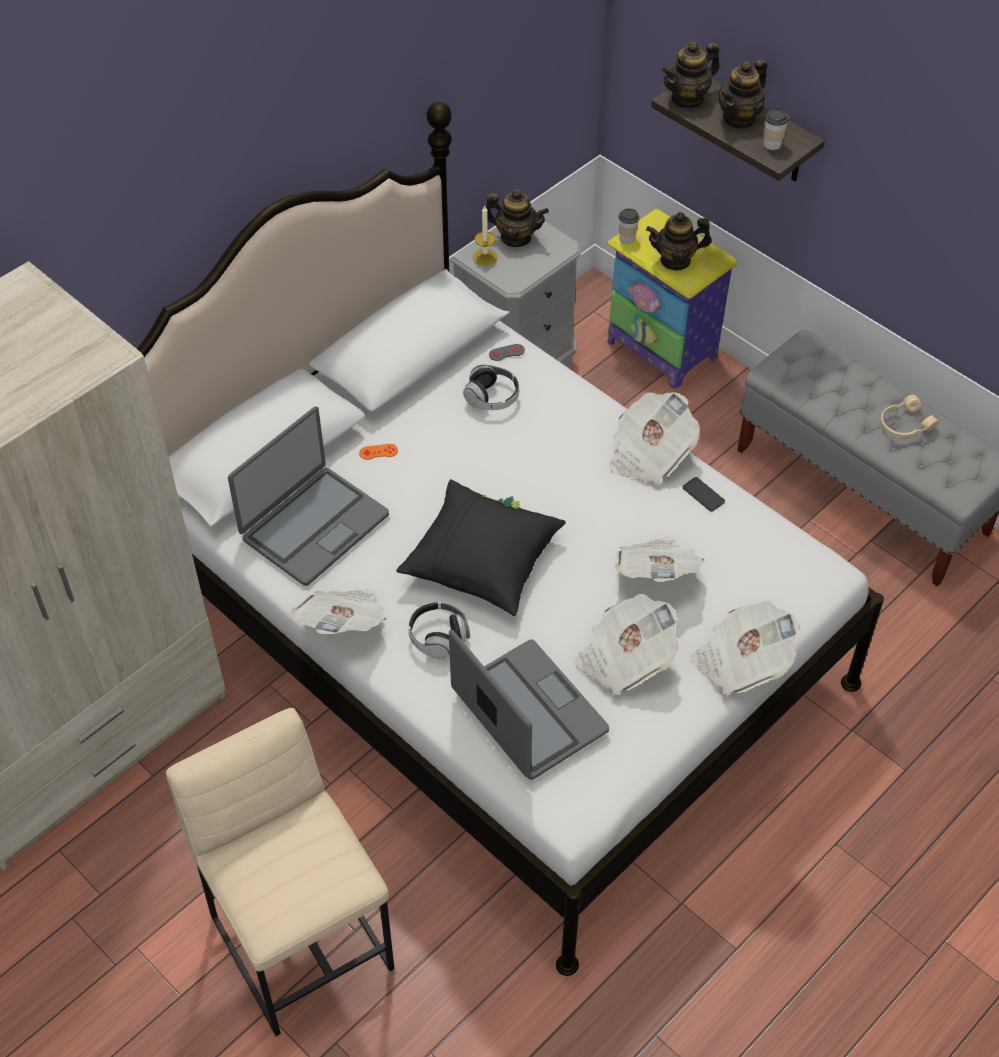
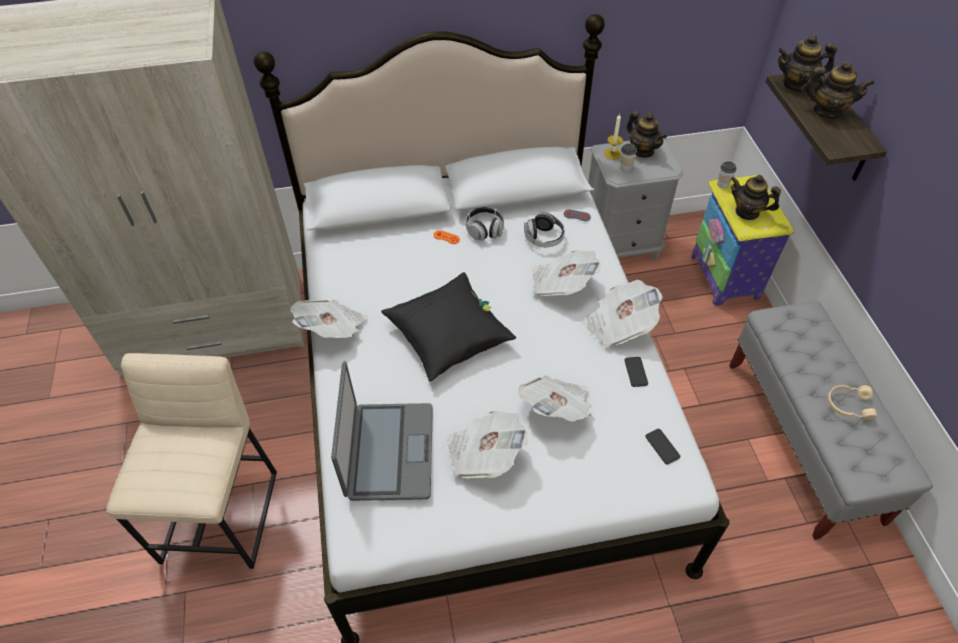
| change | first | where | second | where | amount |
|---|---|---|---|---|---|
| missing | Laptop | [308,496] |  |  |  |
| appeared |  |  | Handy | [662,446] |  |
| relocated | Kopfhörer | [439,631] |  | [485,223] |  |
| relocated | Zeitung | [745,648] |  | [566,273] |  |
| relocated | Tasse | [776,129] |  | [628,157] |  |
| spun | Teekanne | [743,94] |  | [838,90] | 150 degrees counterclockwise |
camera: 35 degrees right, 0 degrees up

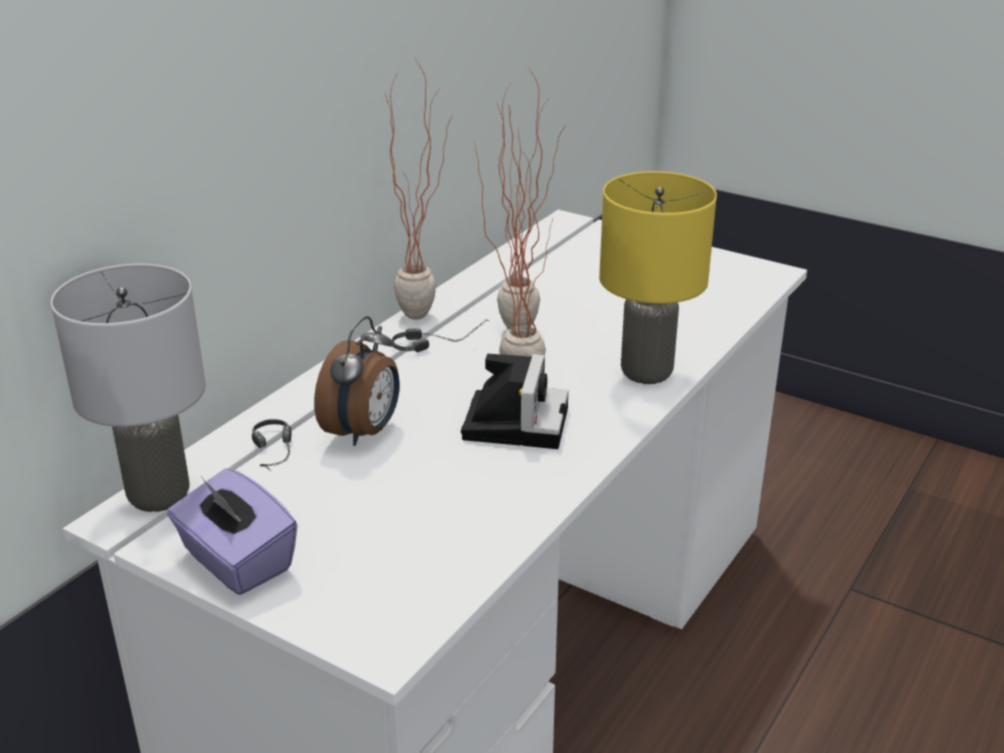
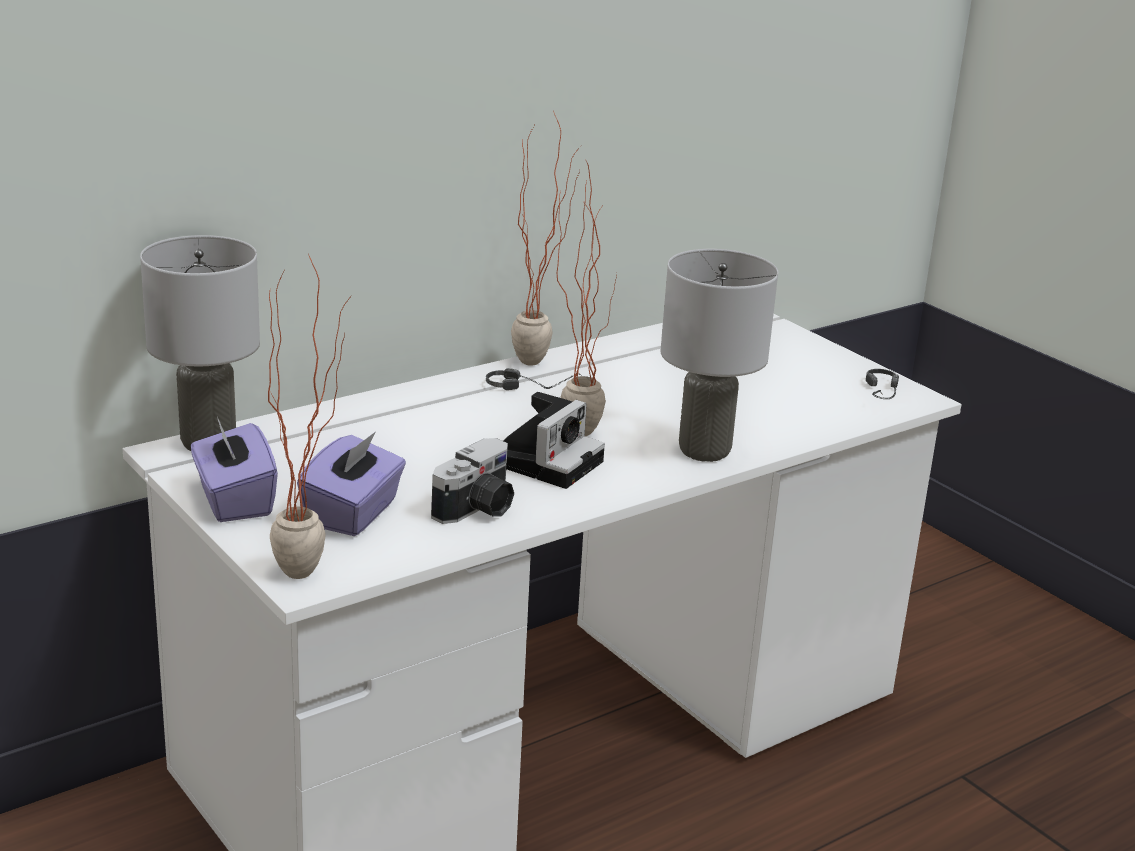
| change | first | where | second | where | amount |
|---|---|---|---|---|---|
| missing | Wecker | [357,381] |  |  |  |
| appeared |  |  | Taschentuchbox [lila] | [351,484] |  |
| appeared |  |  | Kamera | [472,481] |  |
| relocated | Kopfhörer | [272,445] |  | [882,384] |  |
| relocated | Topfpflanze | [531,198] |  | [310,416] |  |
| colour | Tischlampe [gelb] | [658,277] | Tischlampe [weiß] | [719,355] |  |
camera: 20 degrees right, 5 degrees down

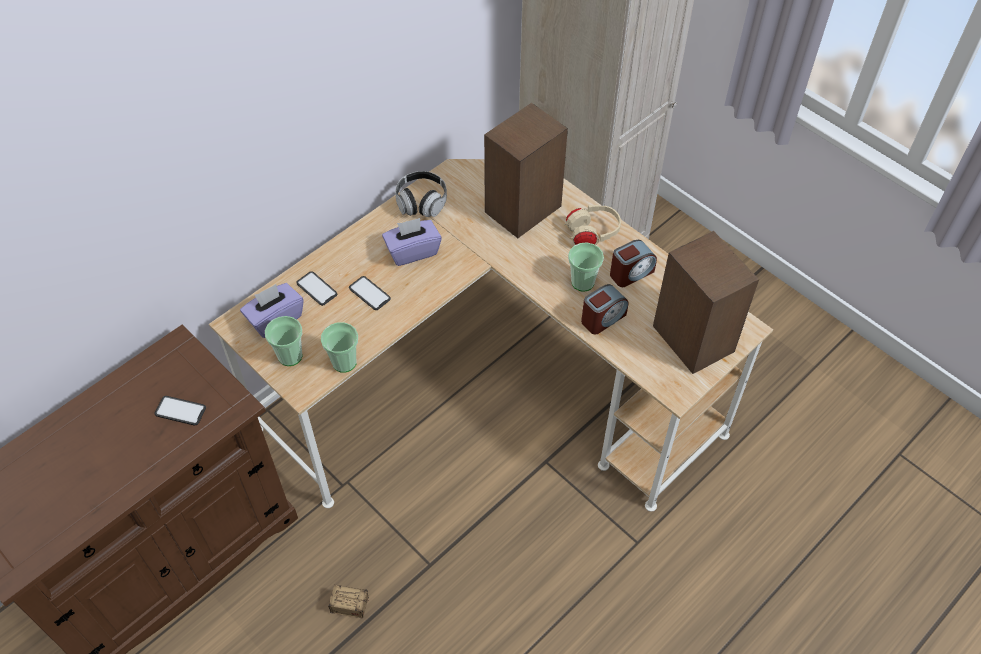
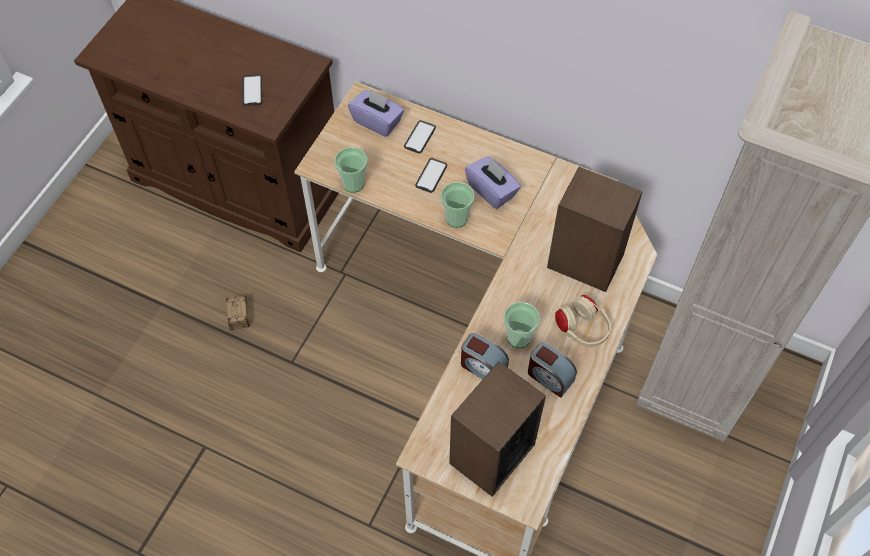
| change | first | where | second | where | amount |
|---|---|---|---|---|---|
| missing | Kopfhörer | [421,194] |  |  |  |
| relocated | Tasse | [283,341] |  | [458,205] |  |
camera: 70 degrees right, 5 degrees up

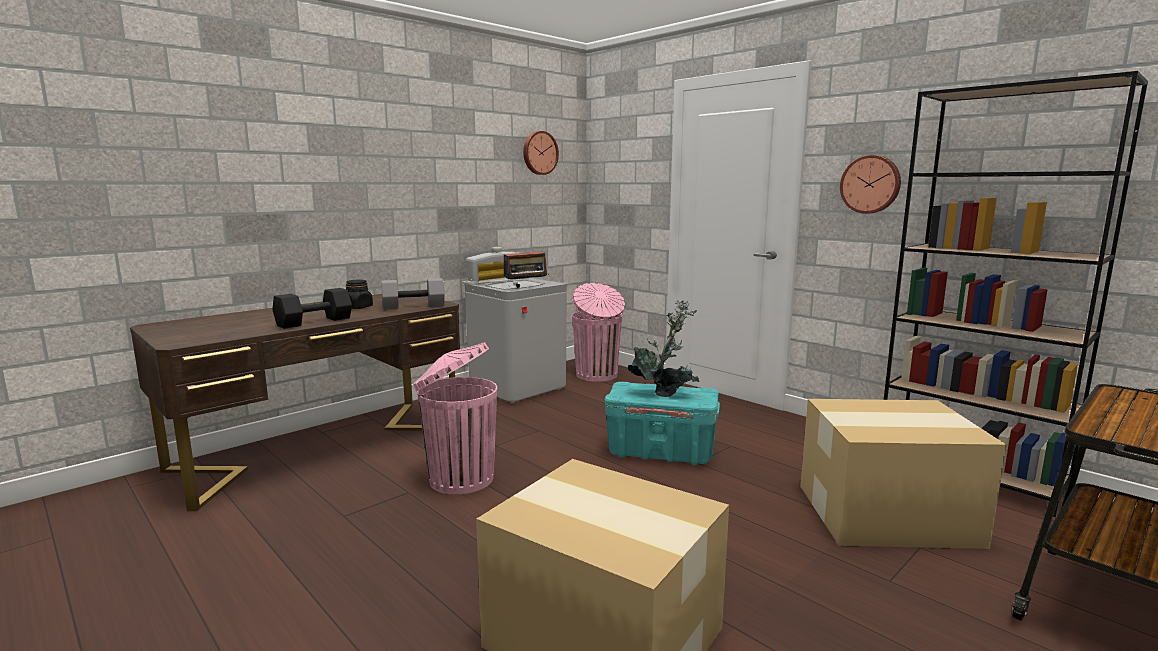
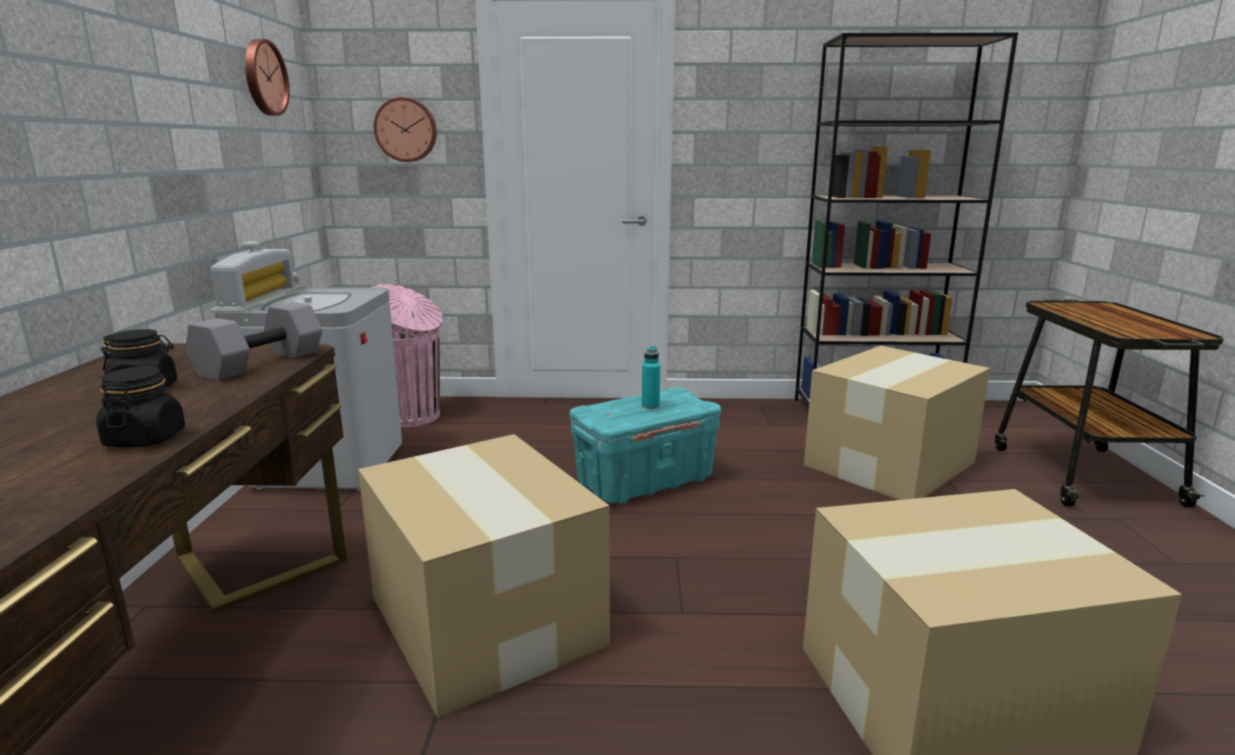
| change | first | where | second | where | amount |
|---|---|---|---|---|---|
| missing | Radio | [524,269] |  |  |  |
| relocated | Wanduhr | [870,184] |  | [405,129] |  |
| exchanged | Hantel [schwarz] | [312,308] | Vorratsglas [schwarz] | [140,406] |  |
| exchanged | Mülleimer [rosa] | [455,418] | Karton | [484,576] |  |
| exchanged | Topfpflanze | [664,348] | Flasche [türkis] | [651,377] |  |
camera: 45 degrees left, 5 degrees up

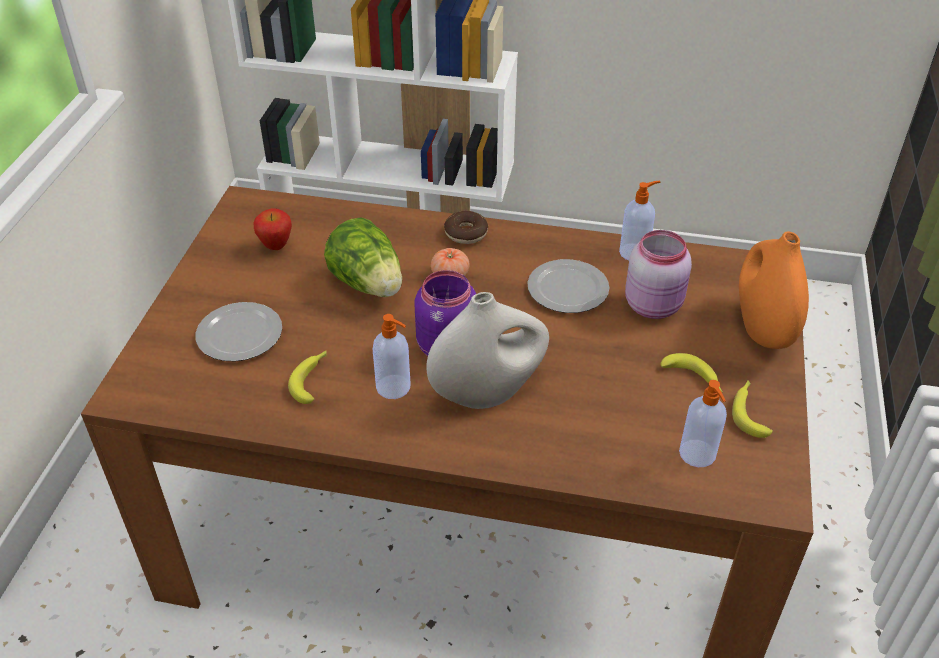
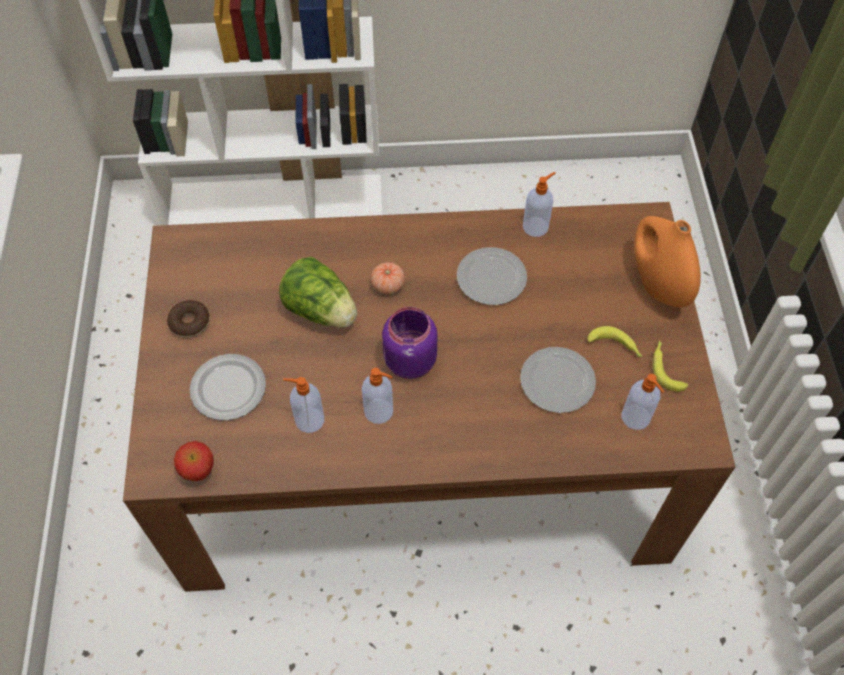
| change | first | where | second | where | amount |
|---|---|---|---|---|---|
| missing | Vase [weiß] | [487,350] |  |  |  |
| missing | Vorratsglas [rosa] | [658,274] |  |  |  |
| appeared |  |  | Teller | [558,380] |  |
| relocated | Apfel | [272,229] |  | [194,461] |  |
| relocated | Donut | [466,227] |  | [188,319] |  |
| exchanged | Banane | [307,377] | Seifenspender | [303,405] |  |
camera: 15 degrees left, 15 degrees up

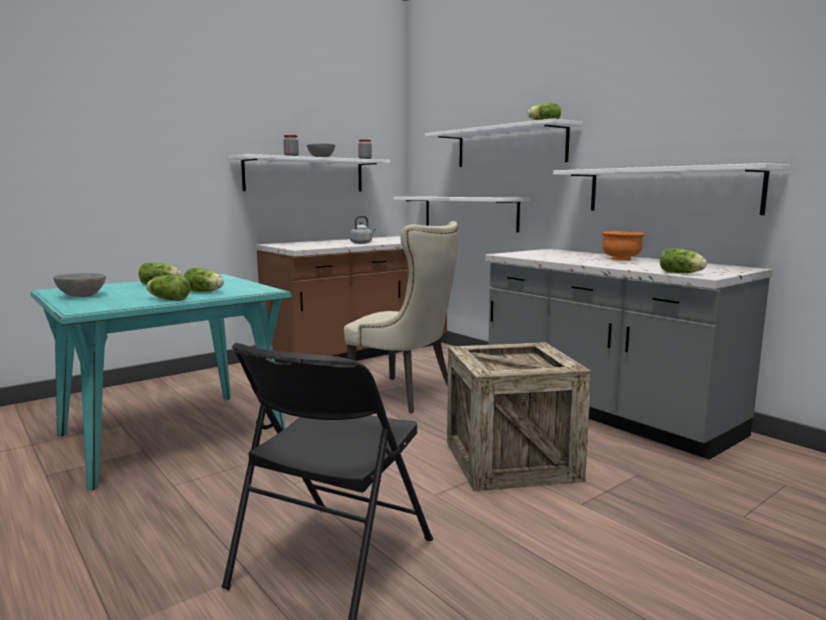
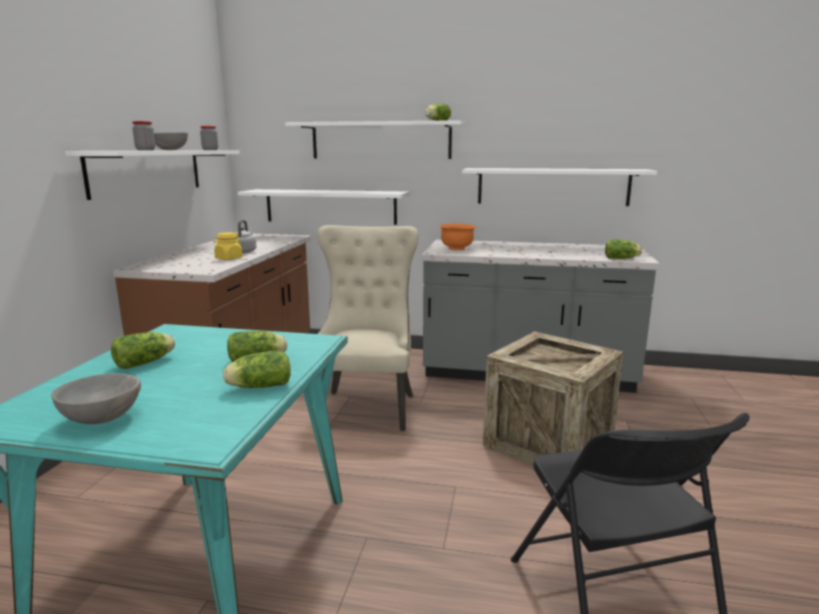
| change | first | where | second | where | amount |
|---|---|---|---|---|---|
| appeared |  |  | Vorratsglas [gelb] | [228,246] |  |
| relocated | Schüssel [orange] | [623,246] |  | [457,237] |  |
| spun | Stuhl [beige] | [401,317] |  | [367,328] | 75 degrees counterclockwise |
camera: 40 degrees left, 5 degrees up

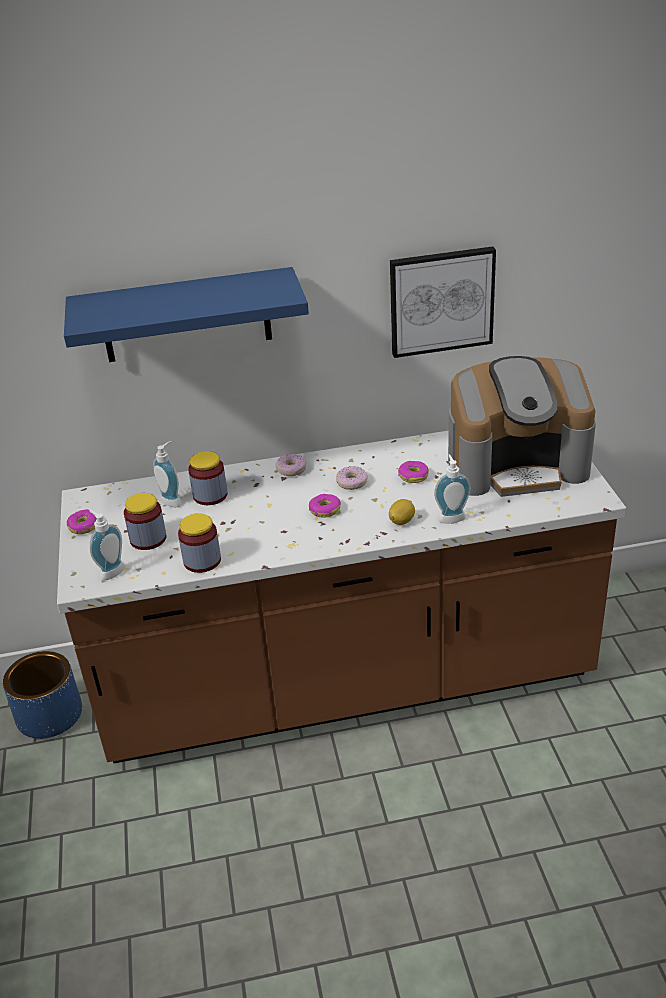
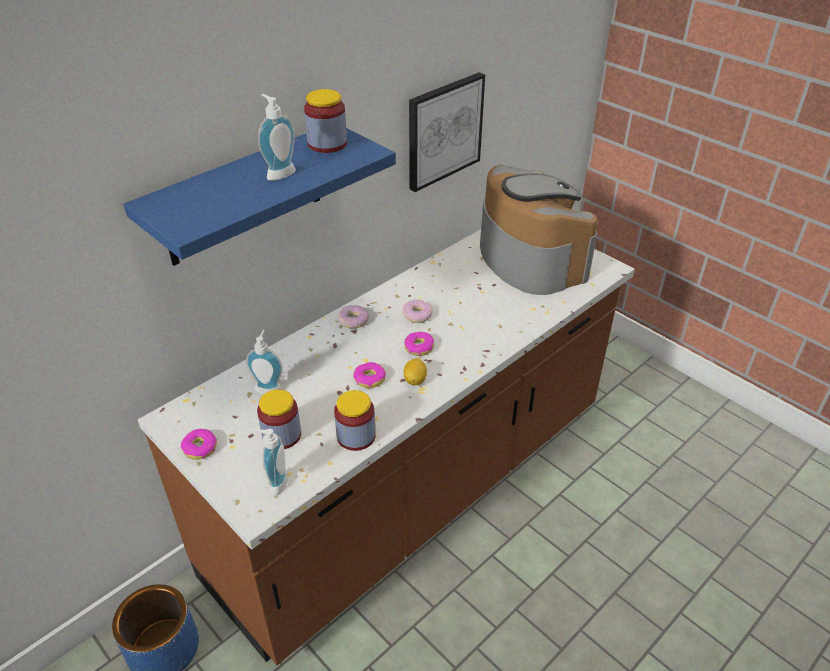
| change | first | where | second | where | amount |
|---|---|---|---|---|---|
| relocated | Vorratsglas | [208,478] |  | [325,121] |  |
| relocated | Zitrone | [402,512] |  | [415,371] |  |
| relocated | Donut | [413,472] |  | [369,375] |  |
| relocated | Seifenspender | [452,488] |  | [277,137] |  |
| spun | Kaffeemaschine | [522,426] |  | [539,229] | 75 degrees counterclockwise |
camera: 35 degrees left, 5 degrees up

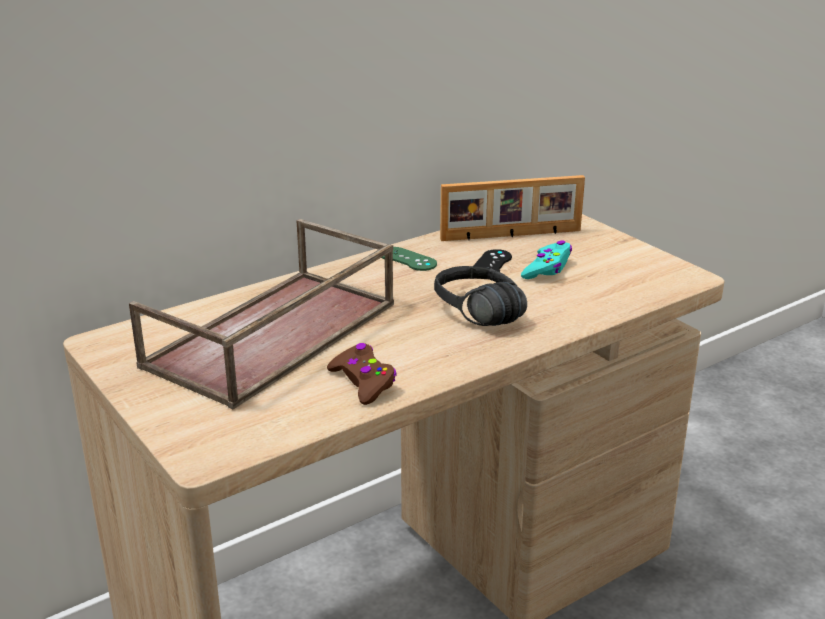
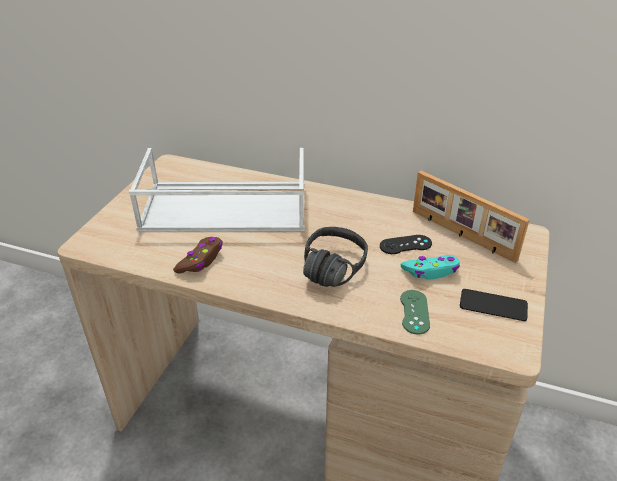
| change | first | where | second | where | amount |
|---|---|---|---|---|---|
| appeared |  |  | Handy | [494,305] |  |
| relocated | Gamepad [grün] | [409,259] |  | [415,312] |  |
| colour | Tablett [braun] | [261,314] | Tablett [weiß] | [216,189] |  |
camera: 55 degrees right, 10 degrees up

